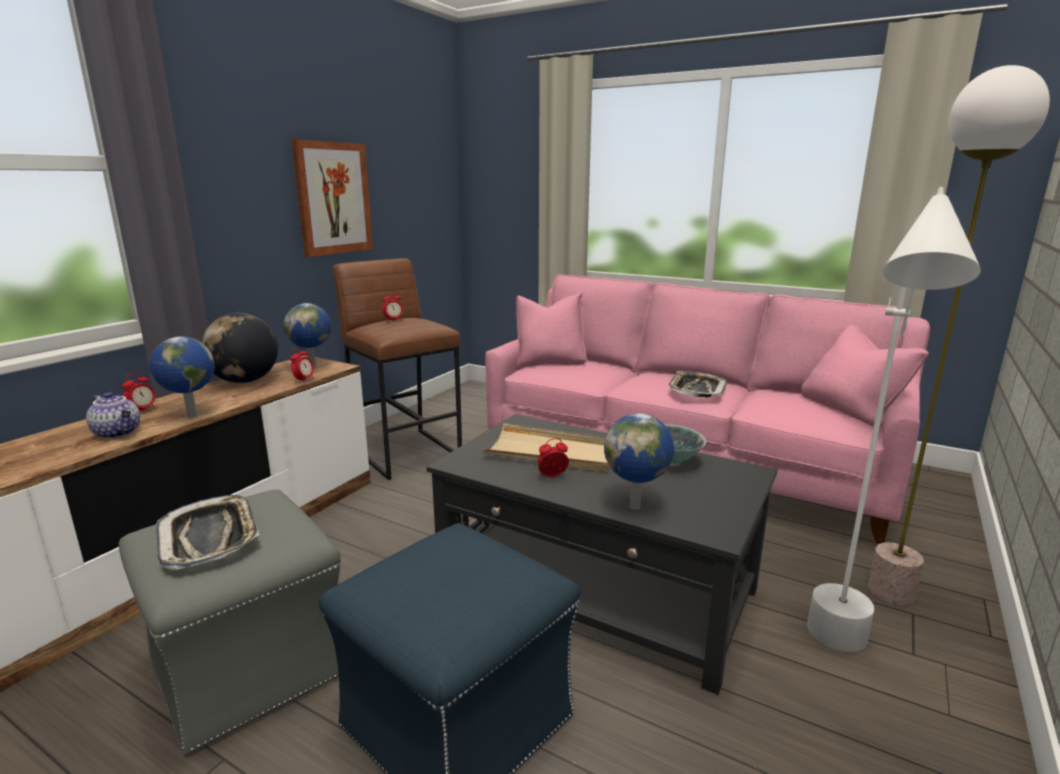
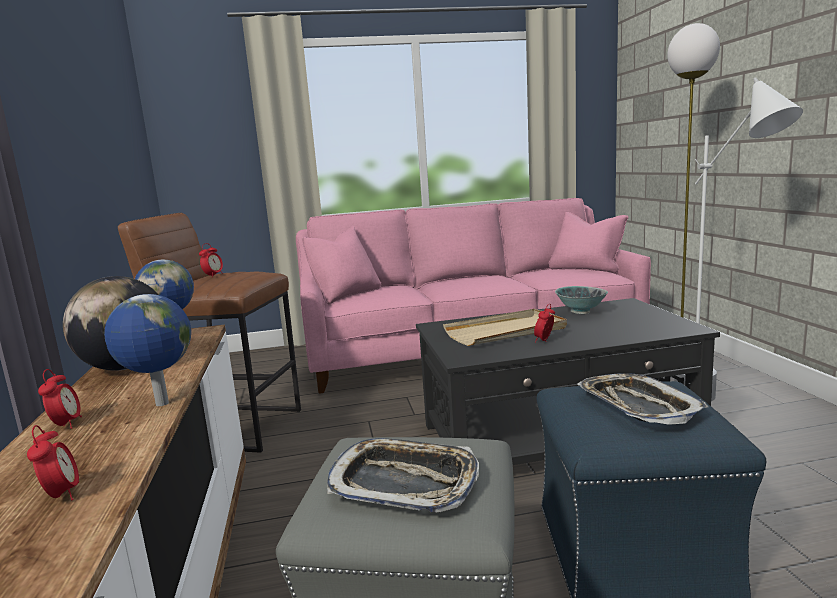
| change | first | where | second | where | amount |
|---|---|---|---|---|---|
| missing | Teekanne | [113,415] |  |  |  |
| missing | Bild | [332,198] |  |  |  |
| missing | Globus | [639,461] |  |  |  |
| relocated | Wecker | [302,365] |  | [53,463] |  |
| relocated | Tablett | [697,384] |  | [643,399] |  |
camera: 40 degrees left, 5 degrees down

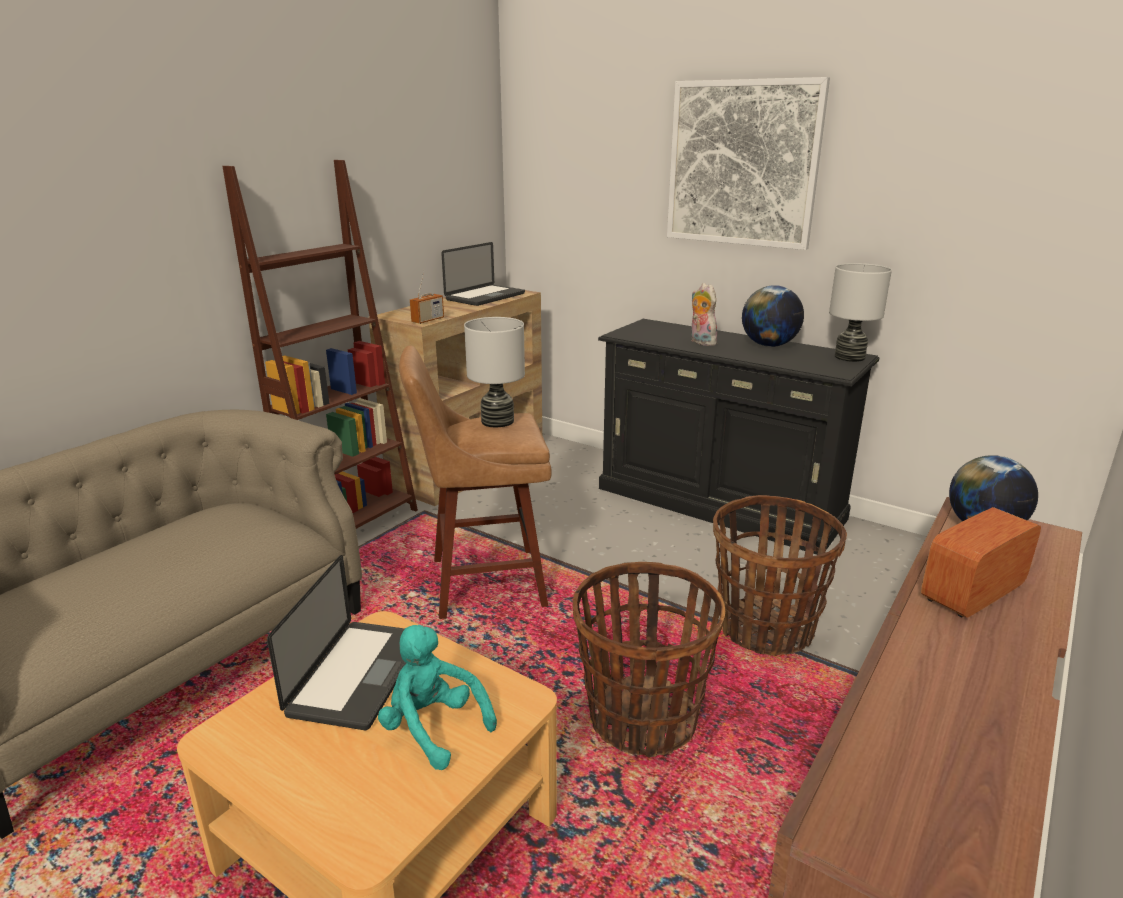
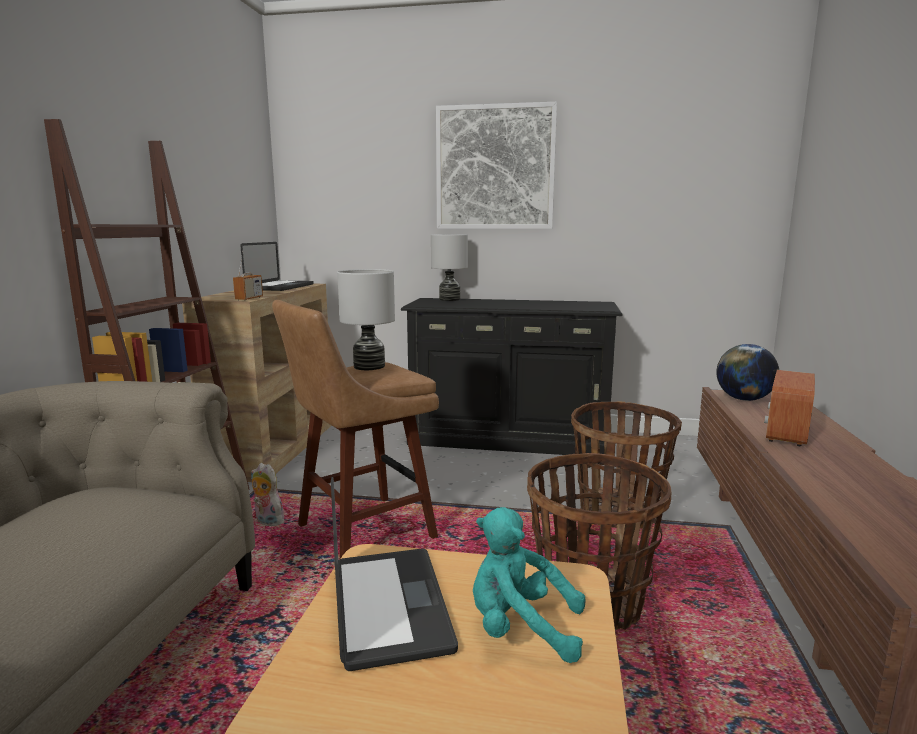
| change | first | where | second | where | amount |
|---|---|---|---|---|---|
| missing | Globus | [773,316] |  |  |  |
| relocated | Plüschtier | [704,314] |  | [269,494] |  |
| relocated | Tischlampe [grau] | [860,312] |  | [449,267] |  |
camera: 25 degrees left, 10 degrees down

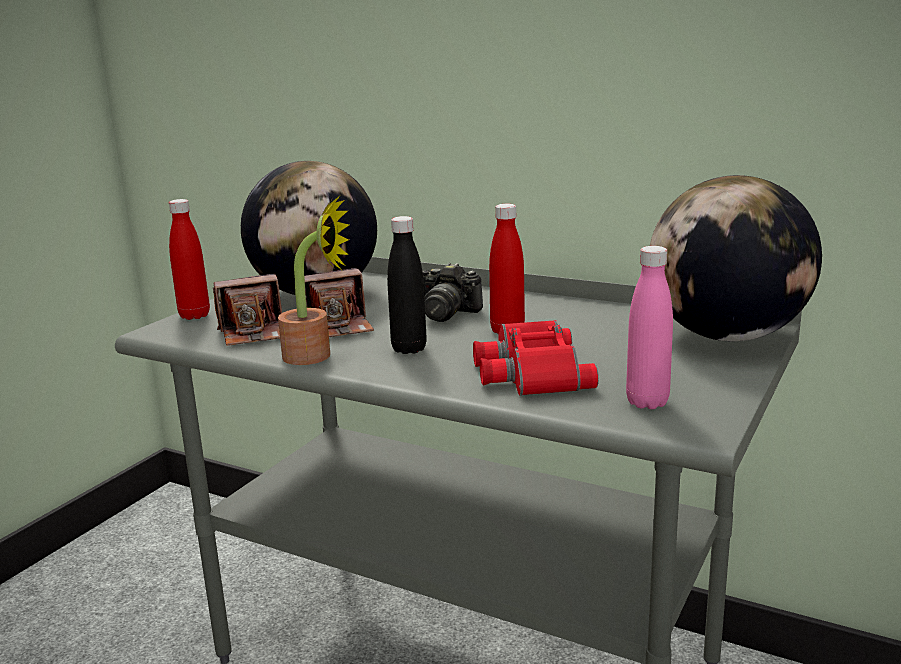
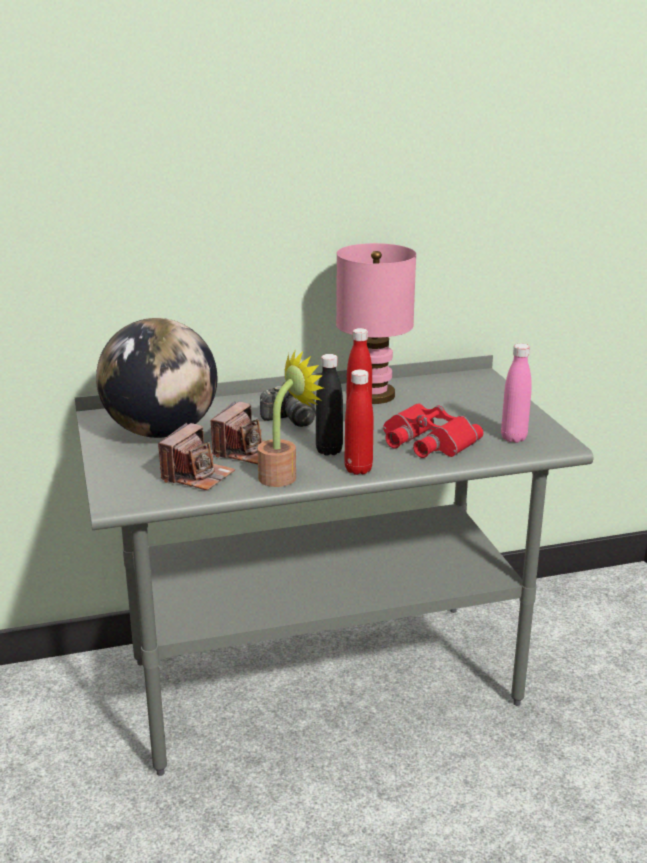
| change | first | where | second | where | amount |
|---|---|---|---|---|---|
| missing | Globus | [736,258] |  |  |  |
| appeared |  |  | Tischlampe [rosa] | [376,323] |  |
| relocated | Flasche [rot] | [189,259] |  | [359,422] |  |
camera: 45 degrees left, 5 degrees up

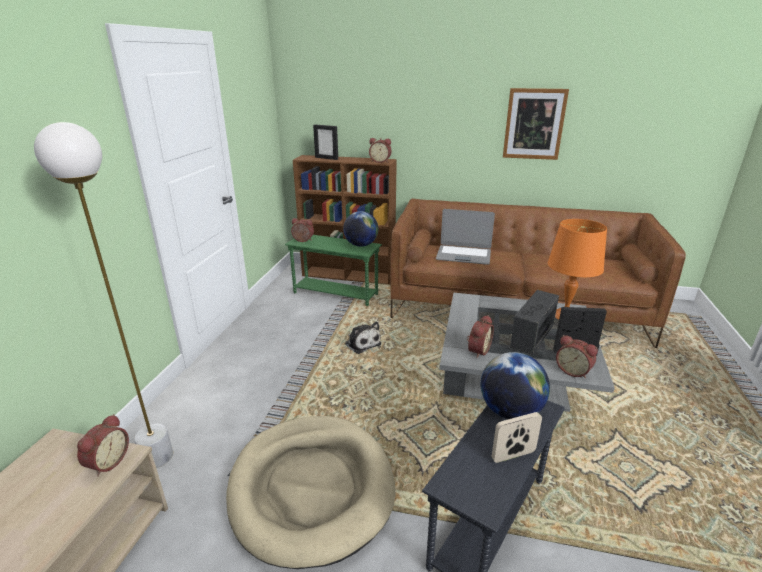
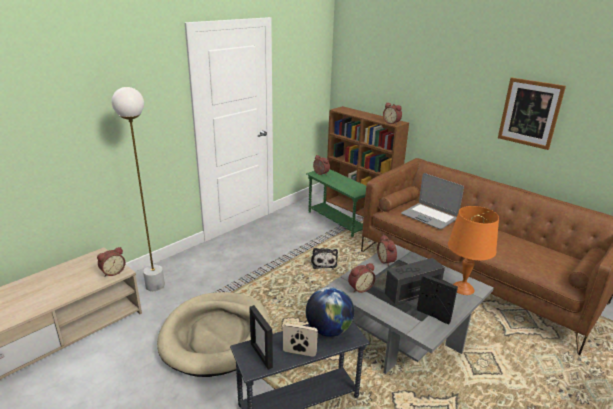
| change | first | where | second | where | amount |
|---|---|---|---|---|---|
| missing | Globus | [360,229] |  |  |  |
| relocated | Bilderrahmen | [325,142] |  | [261,337] |  |
| relocated | Wecker | [577,357] |  | [387,250] |  |
camera: 30 degrees right, 0 degrees up

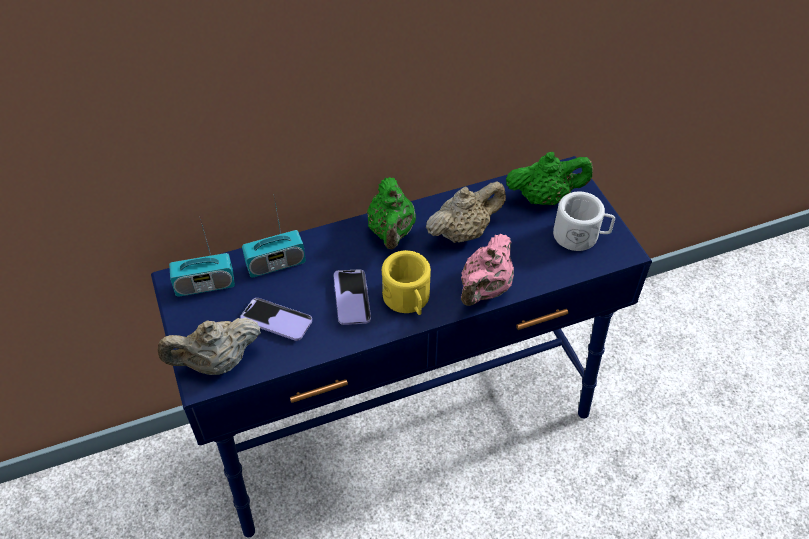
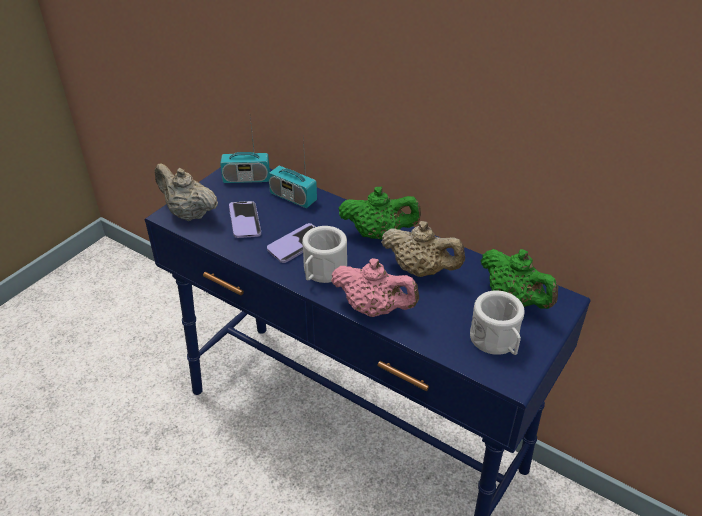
| change | first | where | second | where | amount |
|---|---|---|---|---|---|
| colour | Henkelbecher [gelb] | [406,282] | Henkelbecher [weiß] | [324,254] |  |
| spun | Radio | [202,258] |  | [245,150] | 45 degrees counterclockwise |
| spun | Teekanne [grün] | [391,213] |  | [380,213] | 135 degrees counterclockwise |
| spun | Teekanne [rosa] | [487,270] |  | [375,287] | 150 degrees counterclockwise |
camera: 55 degrees right, 10 degrees down

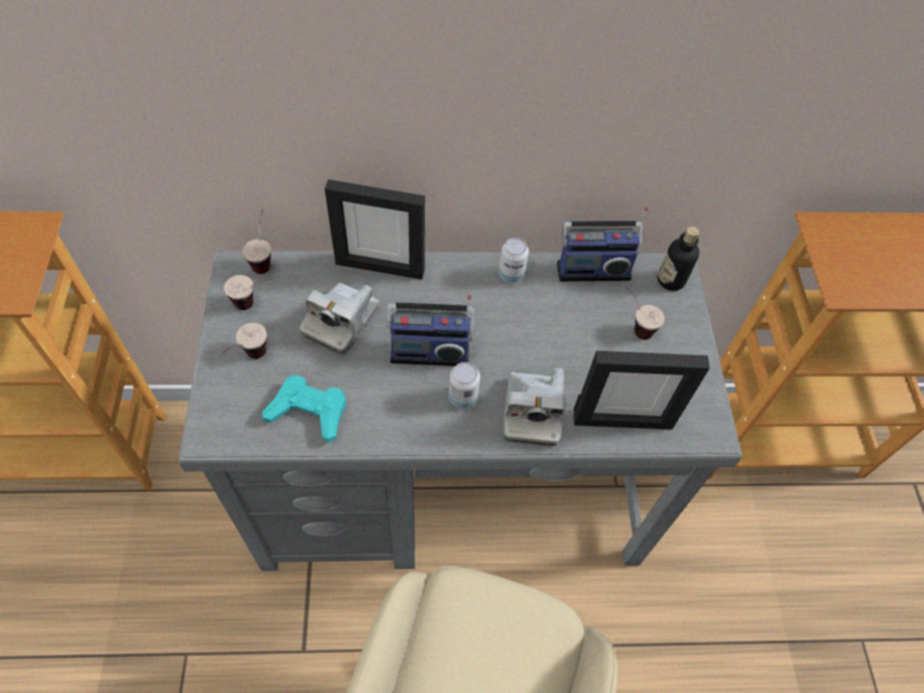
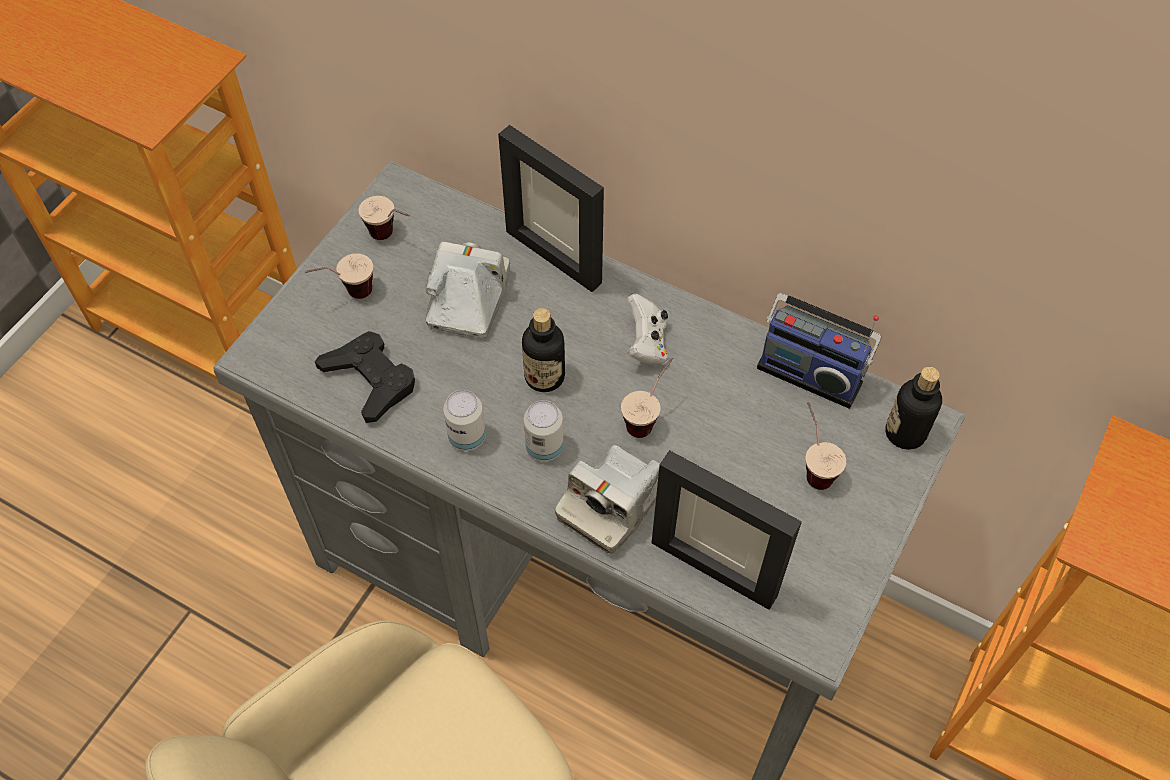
| change | first | where | second | where | amount |
|---|---|---|---|---|---|
| appeared |  |  | Gamepad [weiß] | [647,329] |  |
| relocated | Tasse | [257,241] |  | [647,398] |  |
| relocated | Dose | [514,260] |  | [464,420] |  |
| exchanged | Radio | [430,330] | Flasche | [543,350] |  |
| colour | Gamepad [türkis] | [304,409] | Gamepad [schwarz] | [365,377] |  |
| spun | Kamera | [339,319] |  | [468,290] | 135 degrees clockwise |
camera: 35 degrees right, 0 degrees up

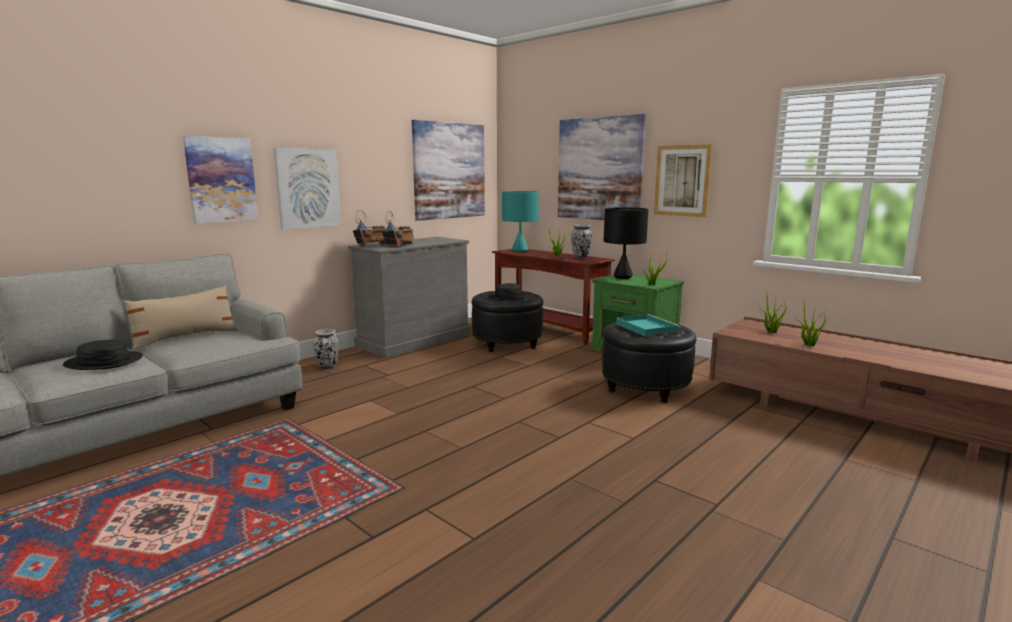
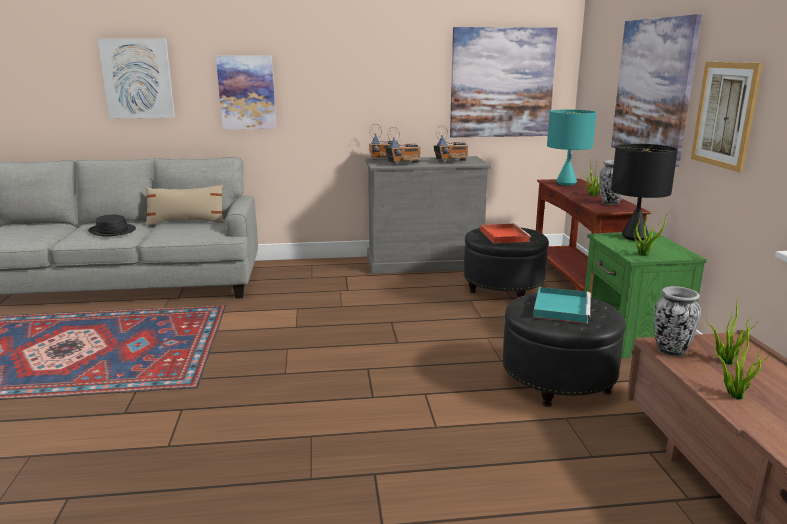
| change | first | where | second | where | amount |
|---|---|---|---|---|---|
| appeared |  |  | Radio | [451,143] |  |
| relocated | Bild | [307,189] |  | [136,79] |  |
| relocated | Vase | [326,349] |  | [677,321] |  |
| exchanged | Hut [schwarz] | [508,291] | Tablett [rot] | [505,233] |  |
camera: 40 degrees right, 5 degrees up

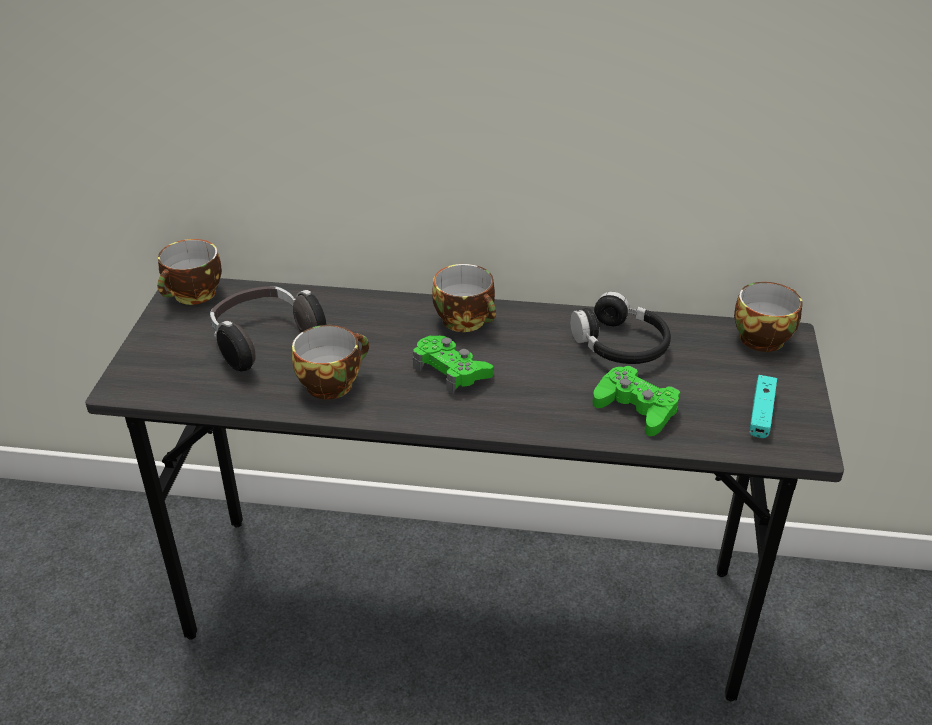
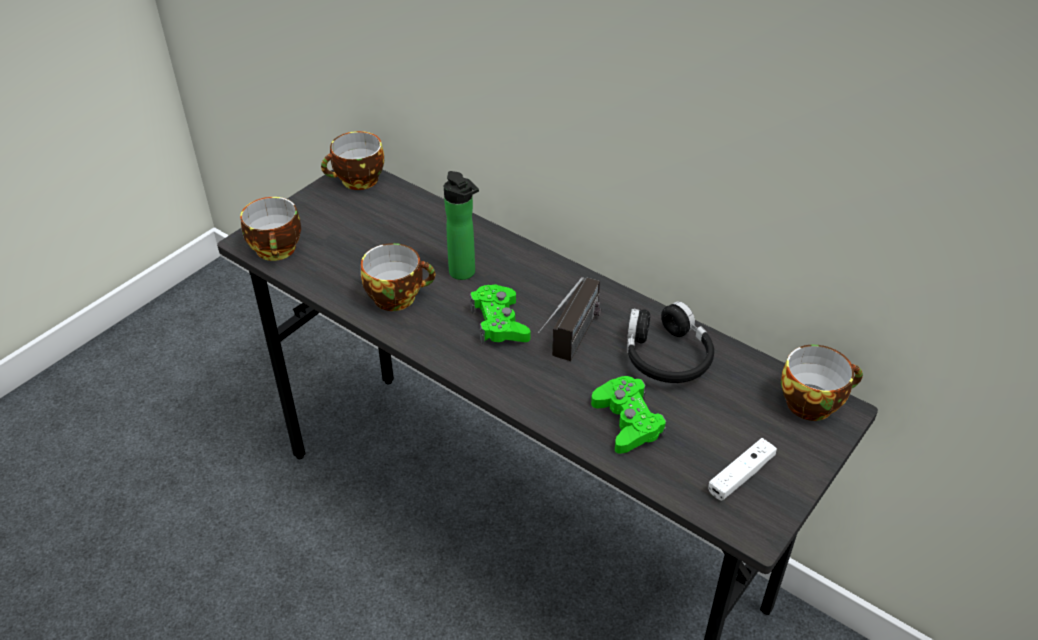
| change | first | where | second | where | amount |
|---|---|---|---|---|---|
| missing | Kopfhörer | [268,328] |  |  |  |
| appeared |  |  | Flasche | [461,225] |  |
| appeared |  |  | Radio | [569,319] |  |
| relocated | Tasse | [464,298] |  | [270,229] |  |
| colour | Gamepad [türkis] | [763,406] | Gamepad [weiß] | [742,469] |  |
camera: 30 degrees right, 5 degrees up

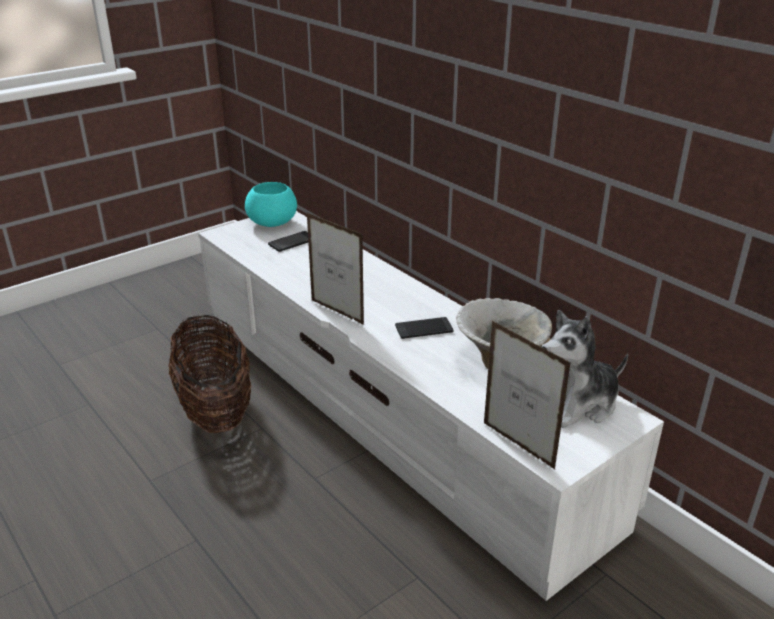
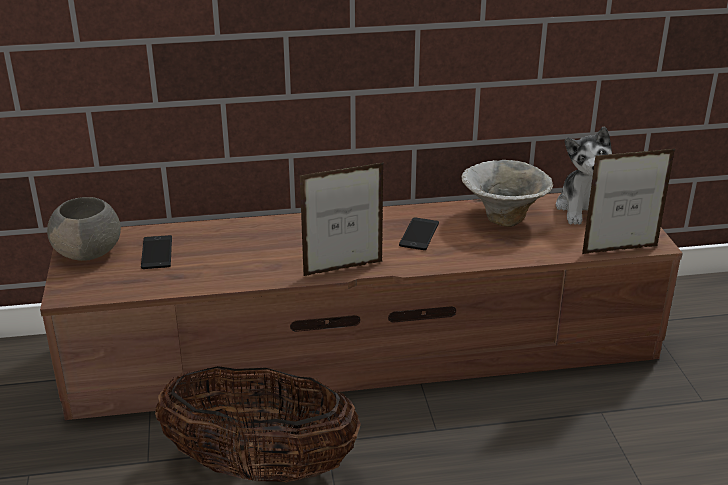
| change | first | where | second | where | amount |
|---|---|---|---|---|---|
| colour | Fernsehschrank [weiß] | [431,406] | Fernsehschrank [braun] | [361,306] |  |
| colour | Schüssel [türkis] | [271,204] | Schüssel [grau] | [84,229] |  |
camera: 60 degrees left, 0 degrees up

